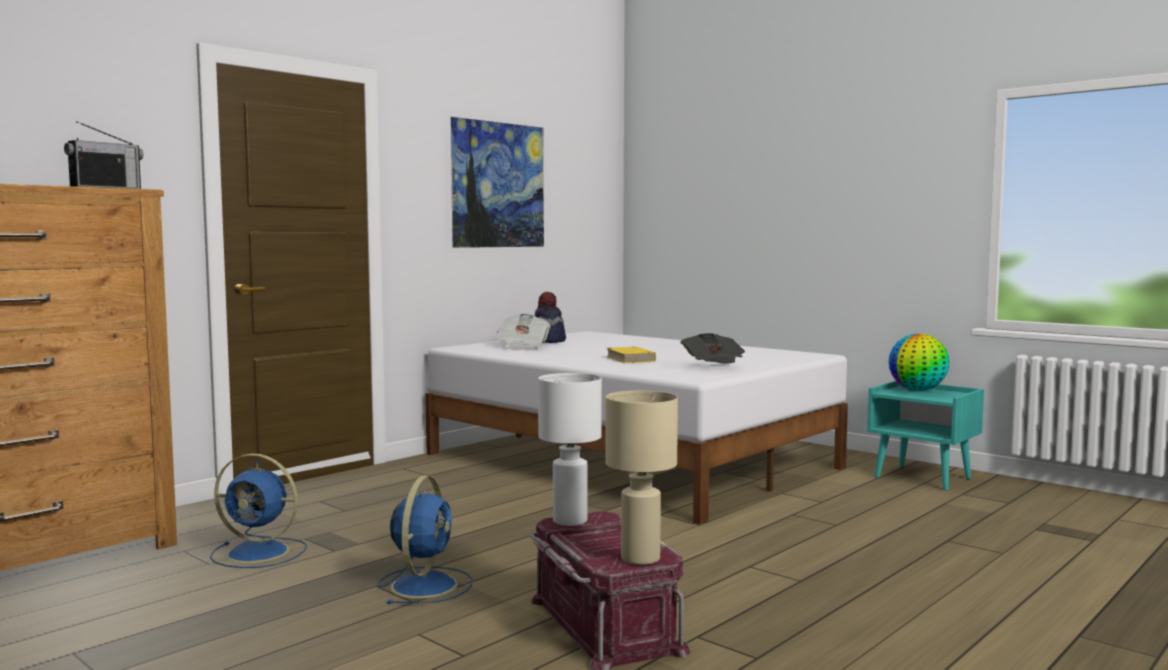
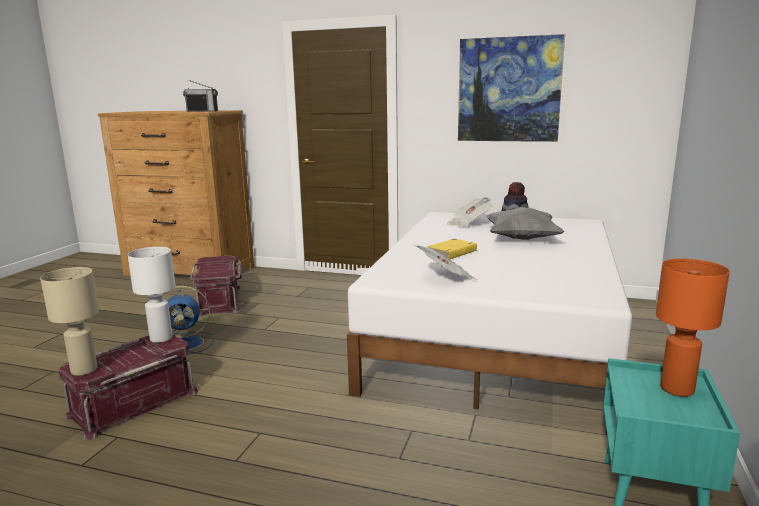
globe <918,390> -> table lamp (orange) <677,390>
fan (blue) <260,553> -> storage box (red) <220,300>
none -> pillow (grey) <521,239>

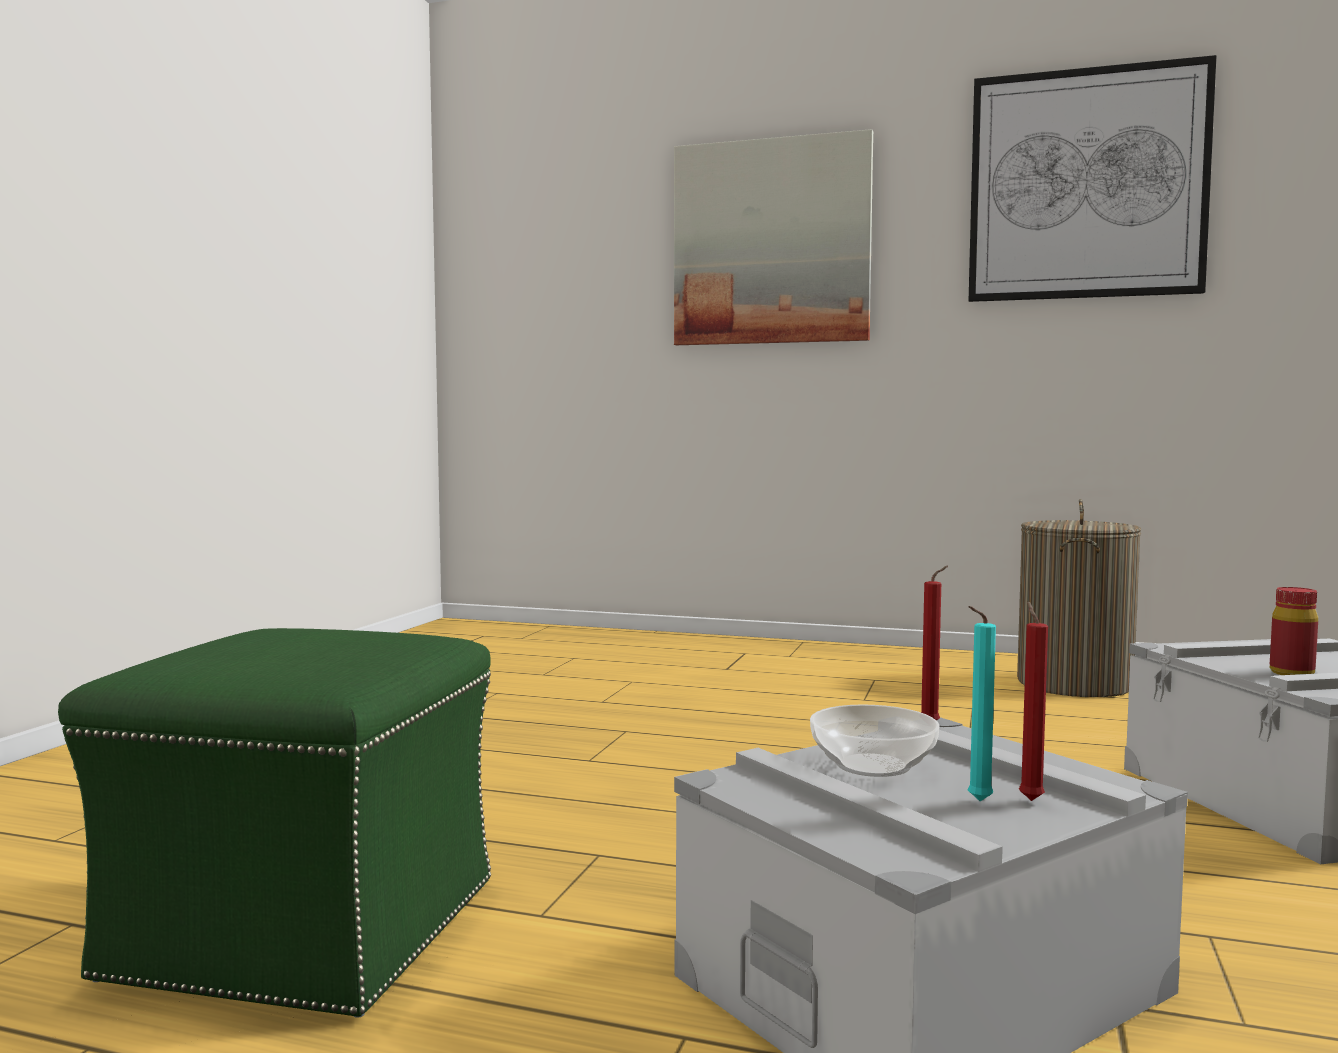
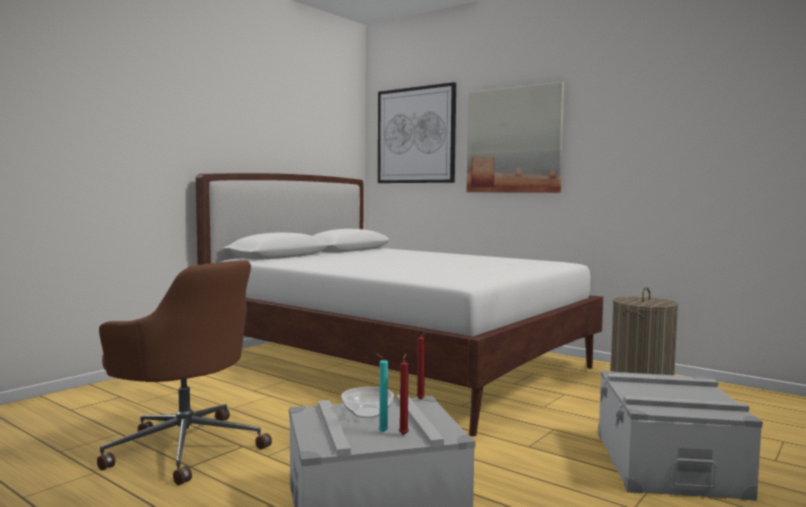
picture <1086,185> -> picture <416,135>, moved
bottle (red) <1291,673> -> none
ottoman (green) <304,930> -> office chair (brown) <185,447>
none -> bed (white) <398,364>

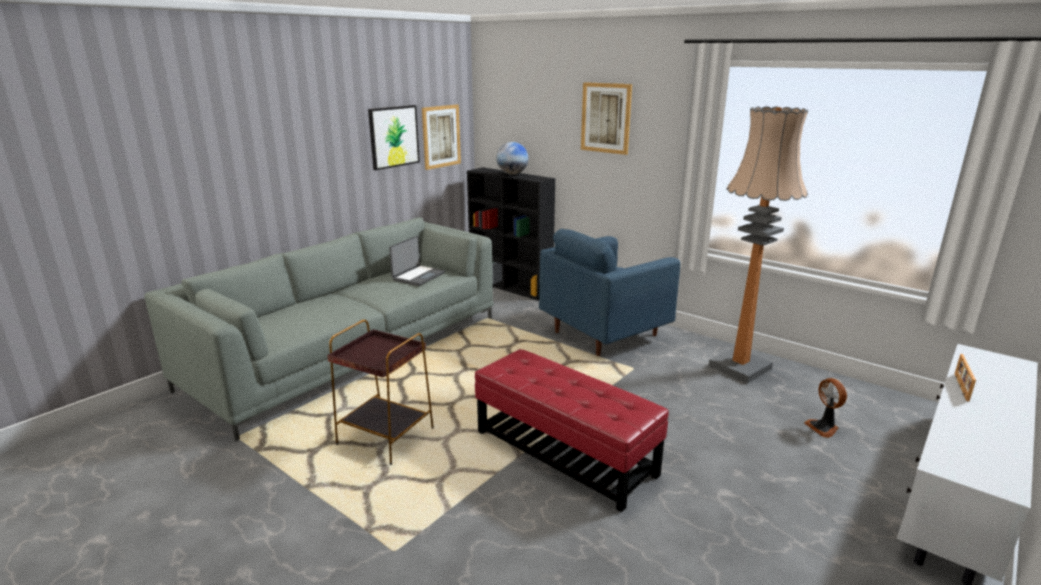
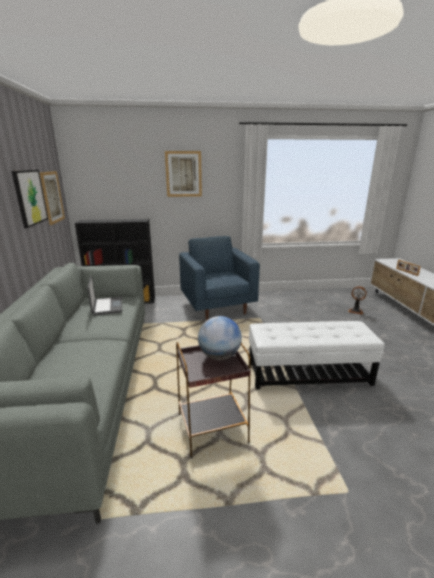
floor lamp <740,367> -> none
globe <512,174> -> globe <219,356>, moved
armchair (blue) <605,333> -> armchair (blue) <218,307>, 150 degrees clockwise
ottoman (red) <565,452> -> ottoman (white) <308,373>

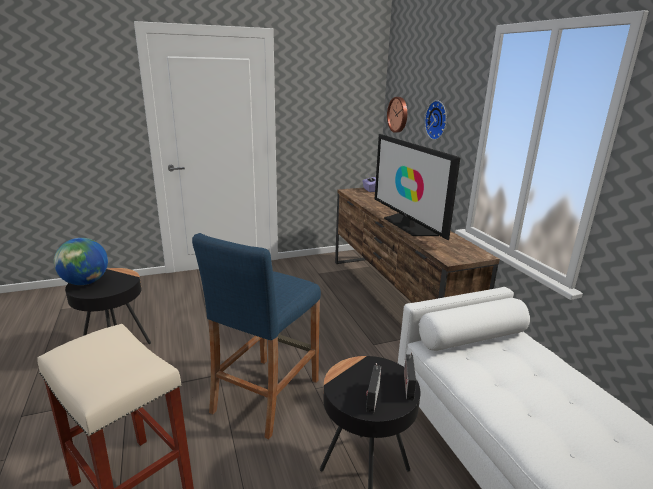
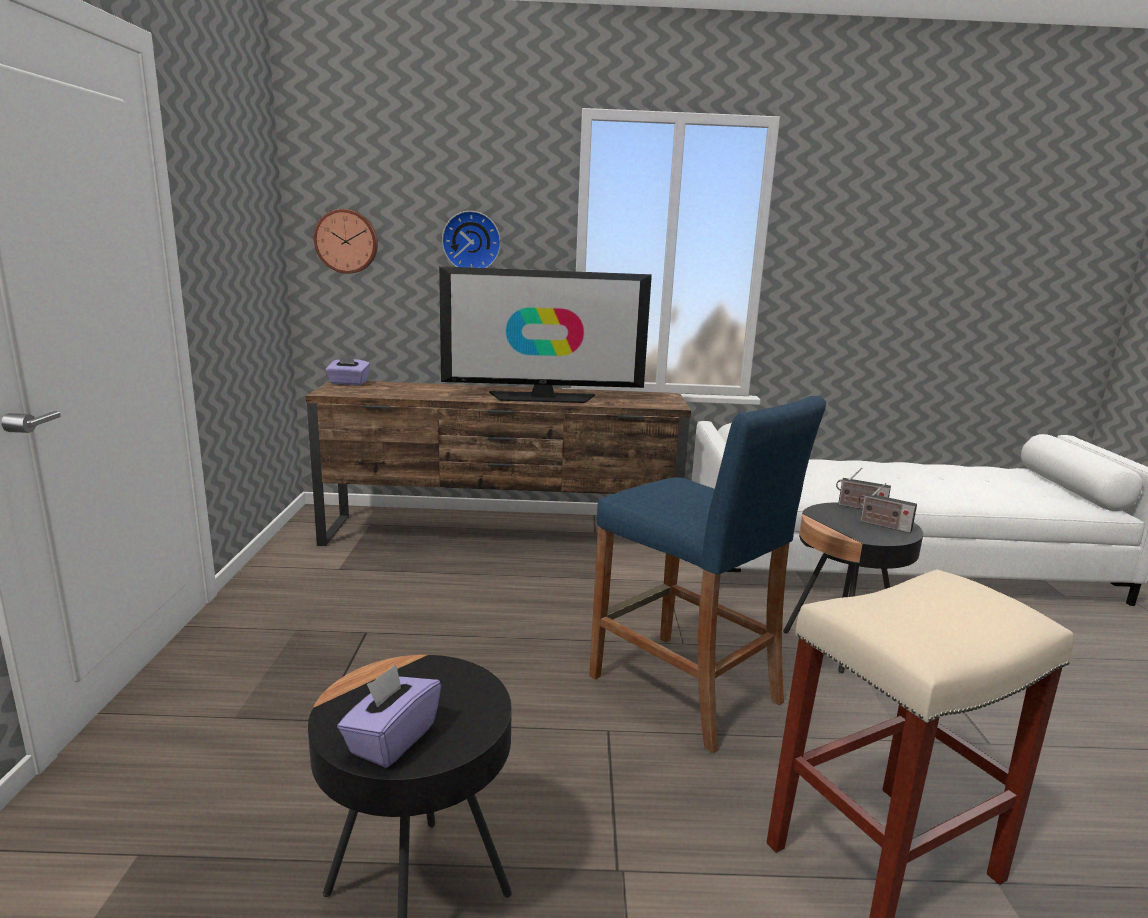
globe <85,282> -> tissue box (purple) <391,739>

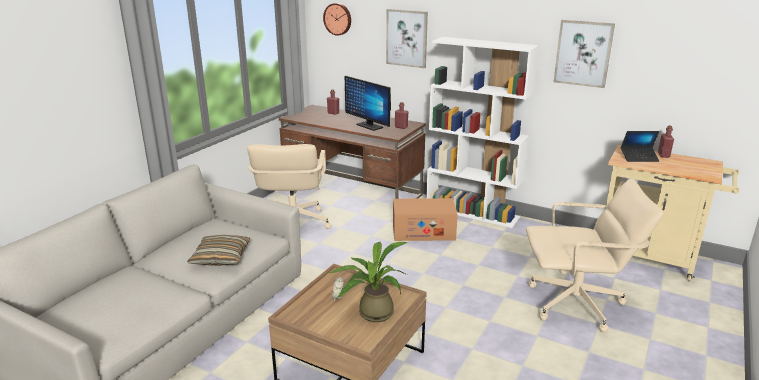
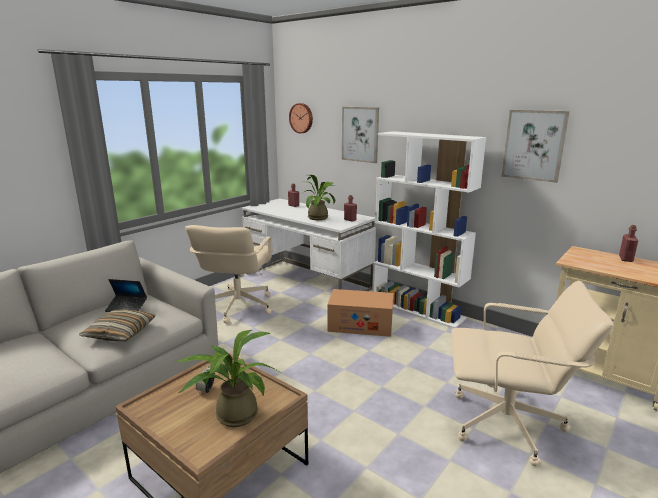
monitor <369,126> -> potted plant <320,217>
desk (brown) <353,192> -> desk (white) <307,281>
laptop <639,158> -> laptop <127,308>, moved

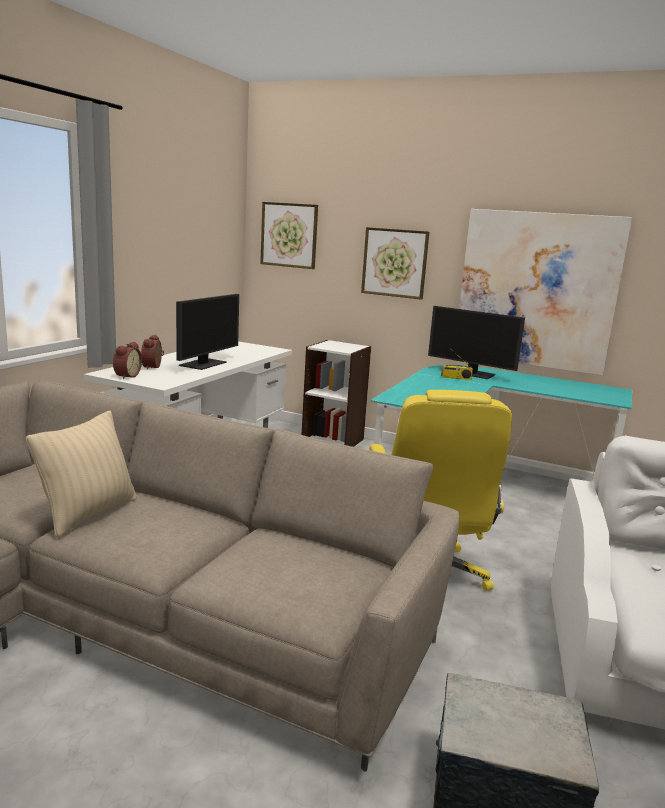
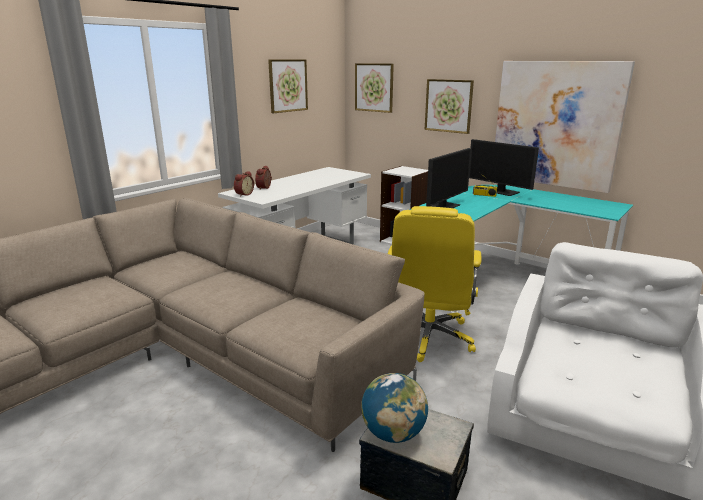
monitor <203,364> -> monitor <442,207>, moved
pillow (beige) <88,513> -> none
none -> picture <288,85>
none -> globe <393,433>

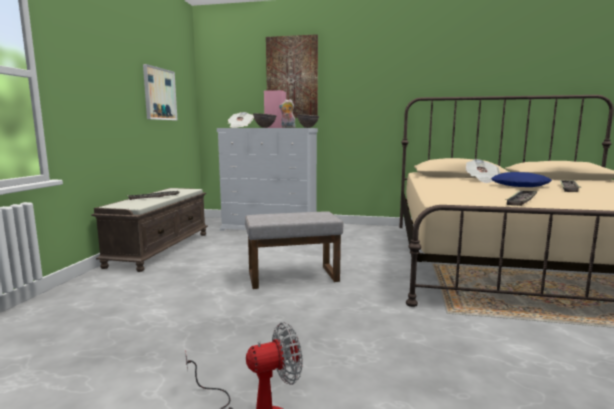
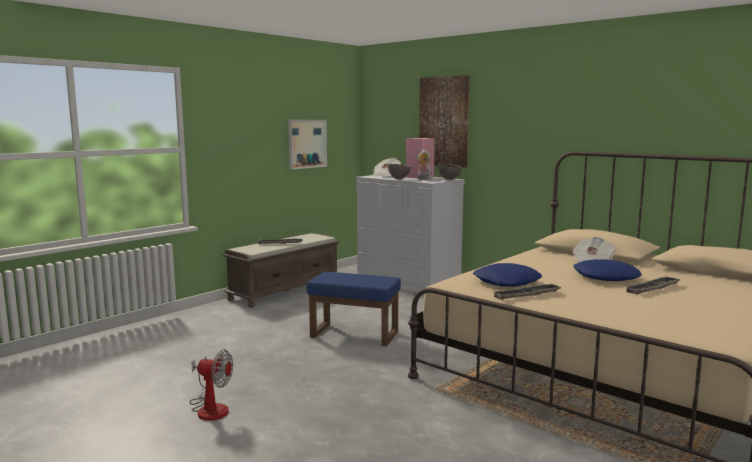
ottoman (grey) <294,276> -> ottoman (blue) <355,334>
none -> pillow (blue) <507,282>

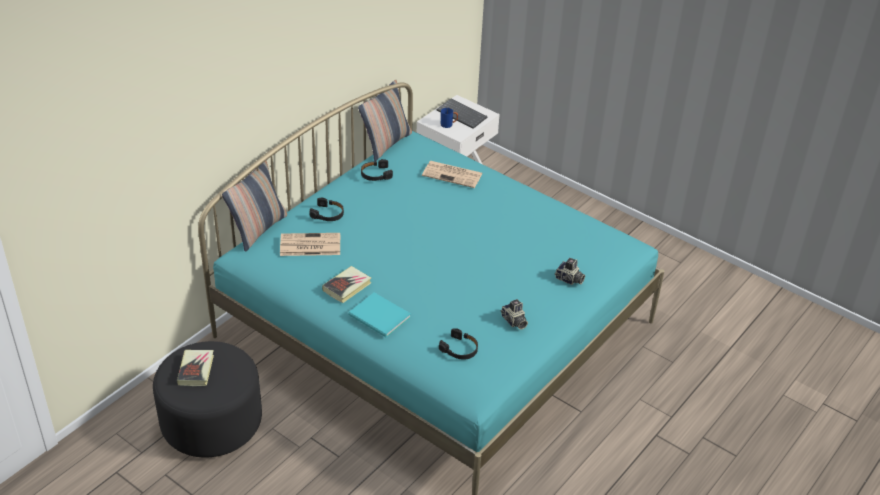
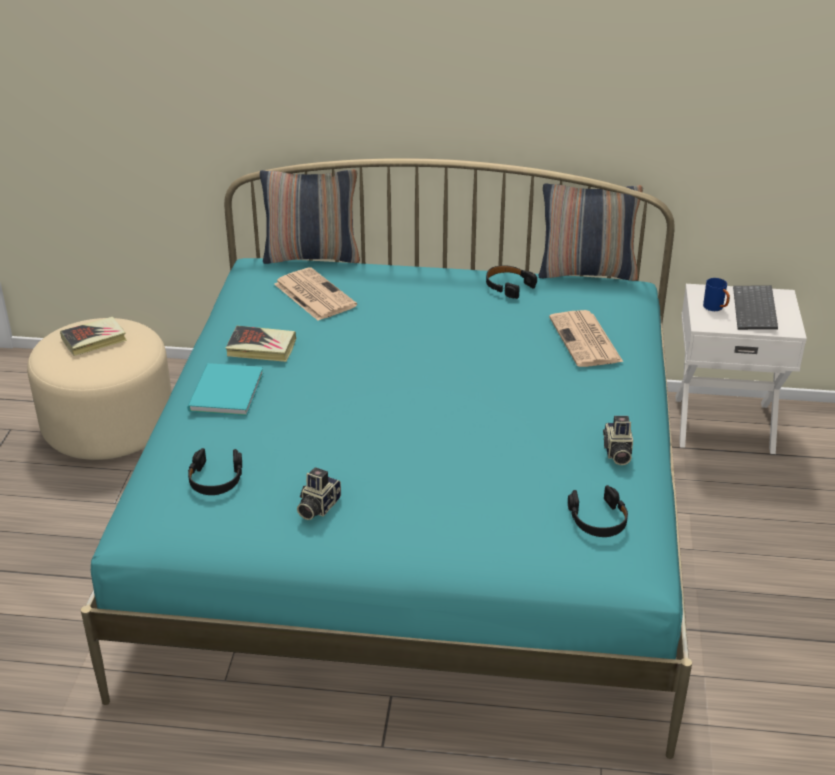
headphones (black) <328,214> -> headphones (black) <598,519>, moved
photo camera <569,280> -> photo camera <617,453>, moved
ottoman (black) <211,422> -> ottoman (beige) <109,424>

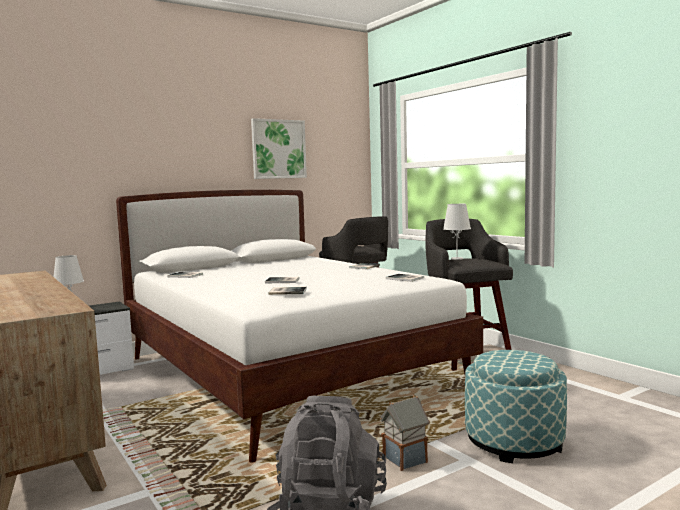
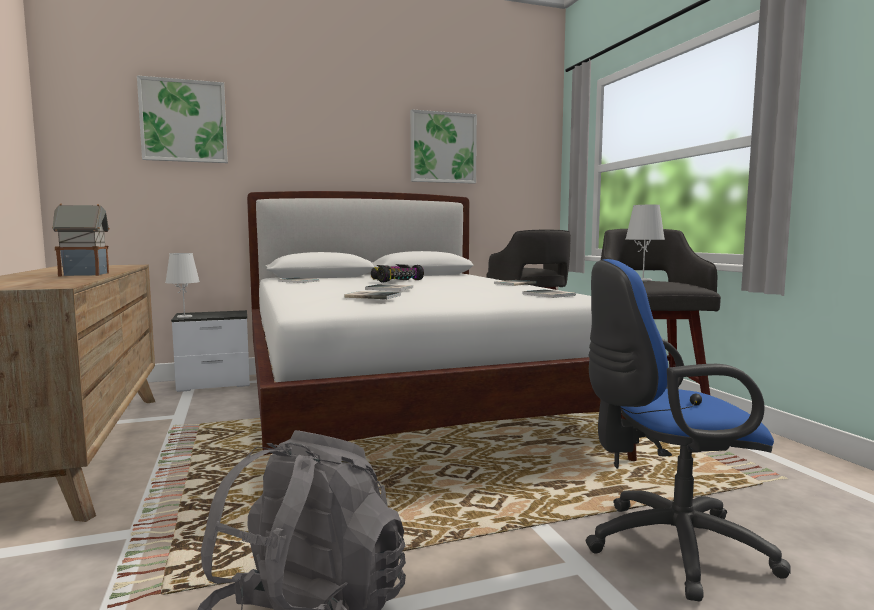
ottoman <514,442> -> office chair (blue) <667,547>
toy house <405,459> -> toy house <86,274>, moved
none -> picture <184,121>
none -> toy car <395,280>

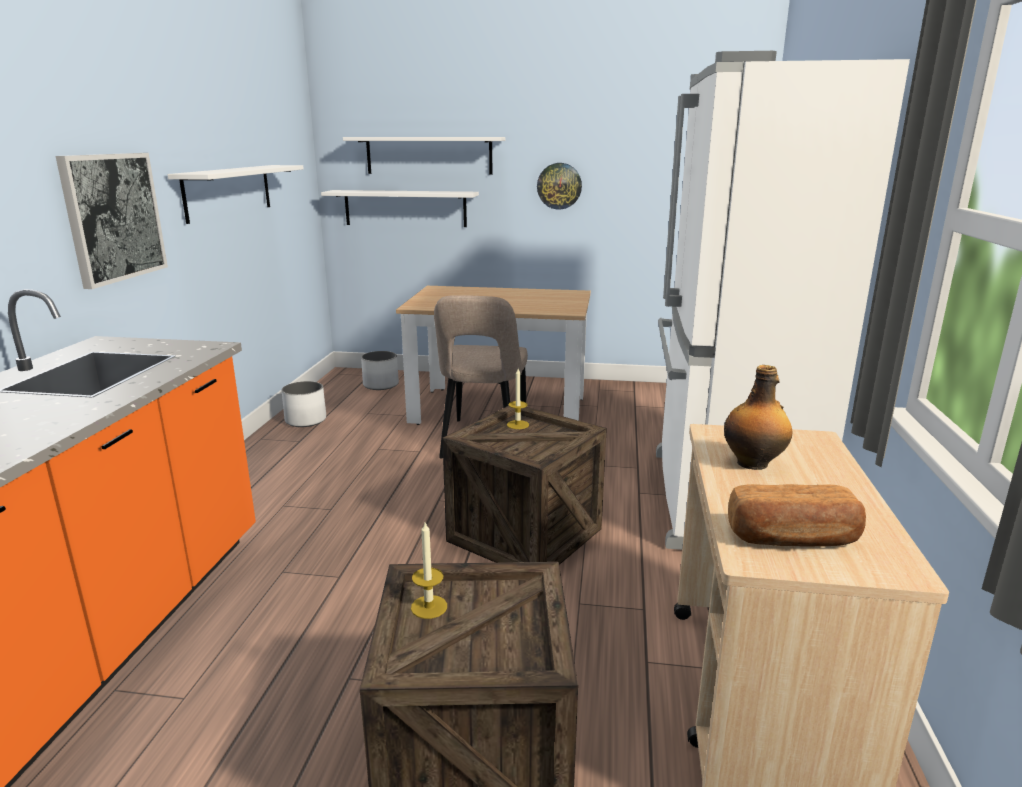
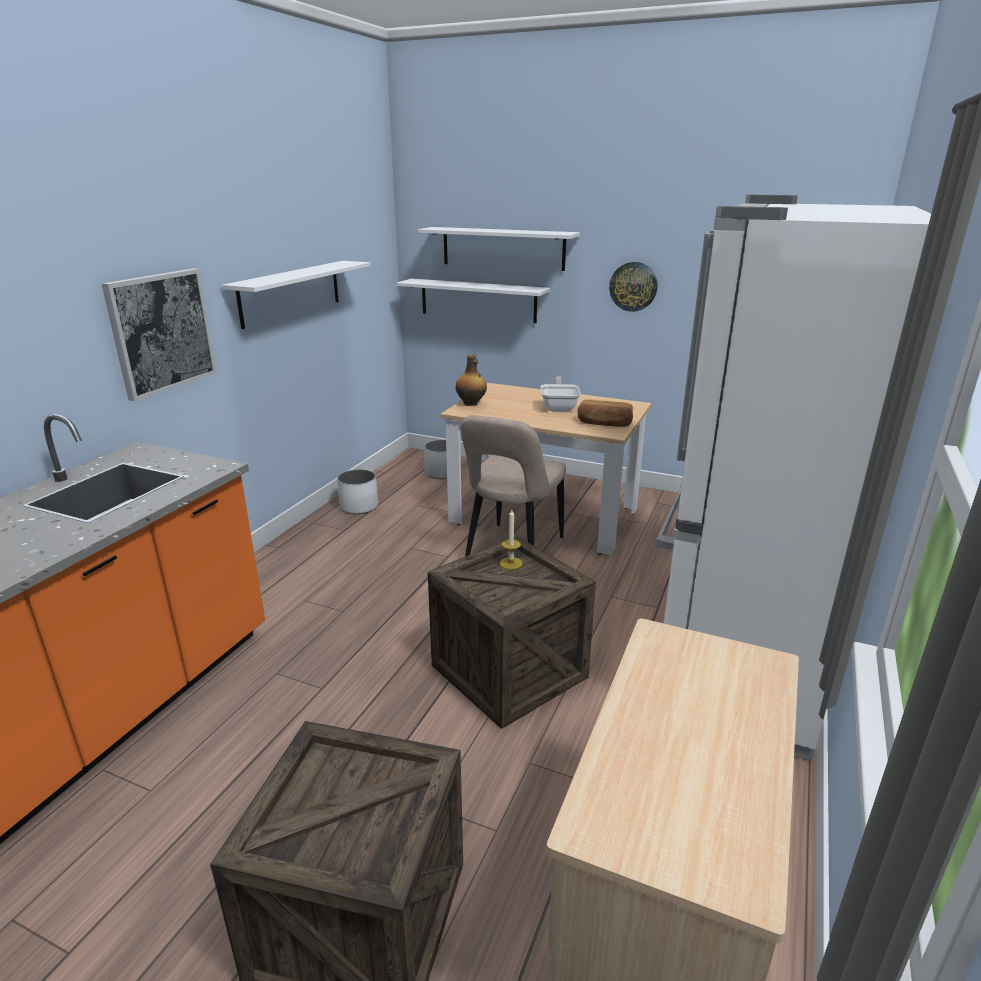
bottle <753,463> -> bottle <471,403>, moved
bread <792,538> -> bread <604,423>, moved
candle <429,607> -> none
none -> frying pan <559,407>

